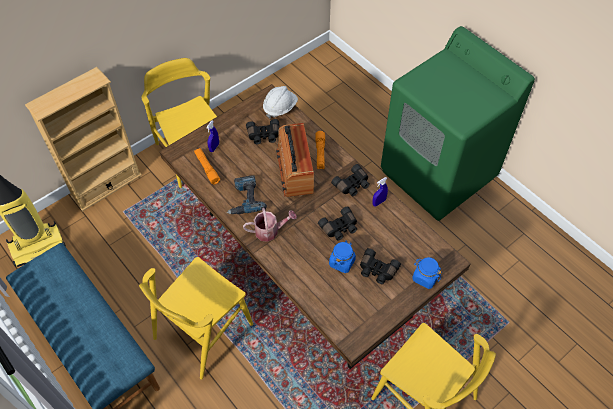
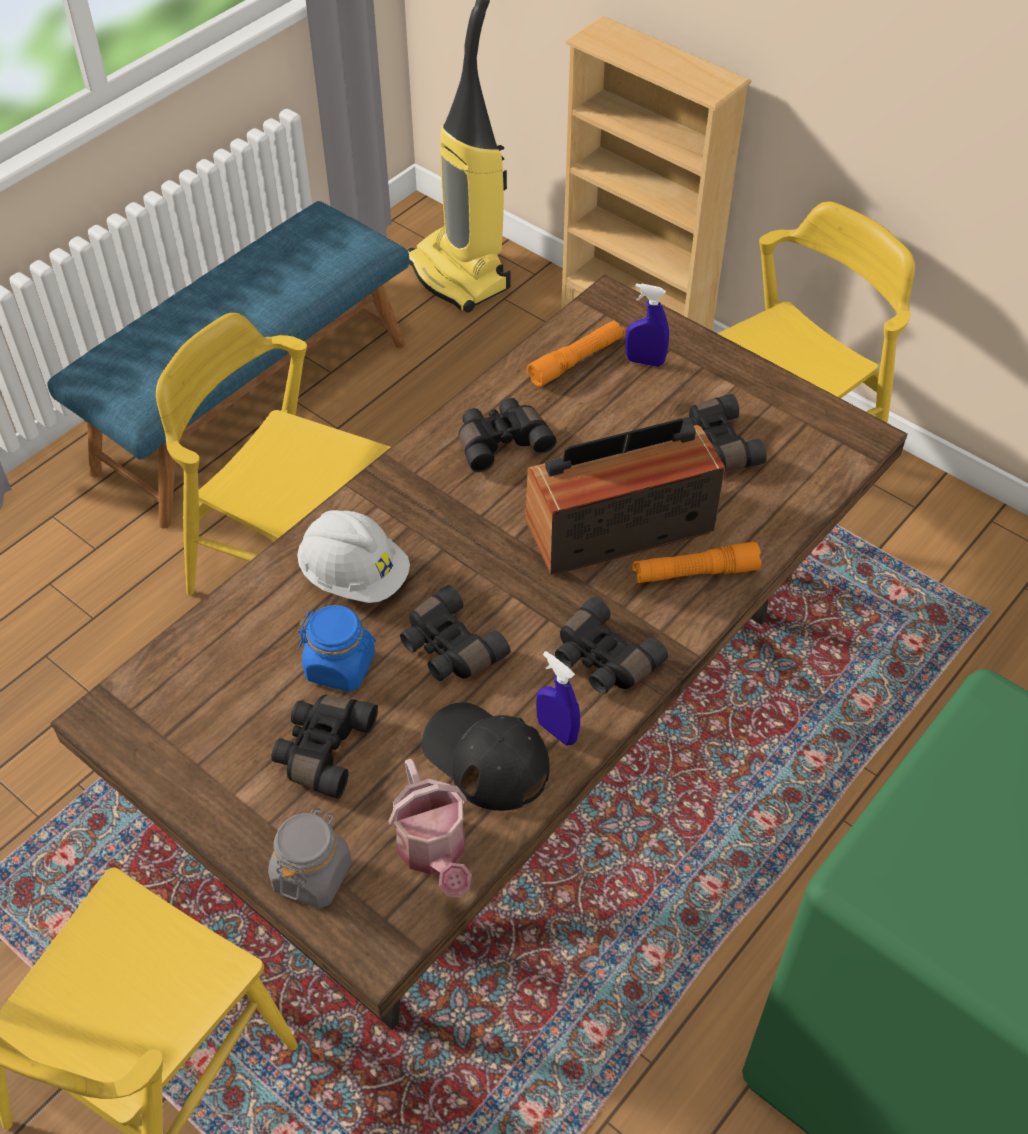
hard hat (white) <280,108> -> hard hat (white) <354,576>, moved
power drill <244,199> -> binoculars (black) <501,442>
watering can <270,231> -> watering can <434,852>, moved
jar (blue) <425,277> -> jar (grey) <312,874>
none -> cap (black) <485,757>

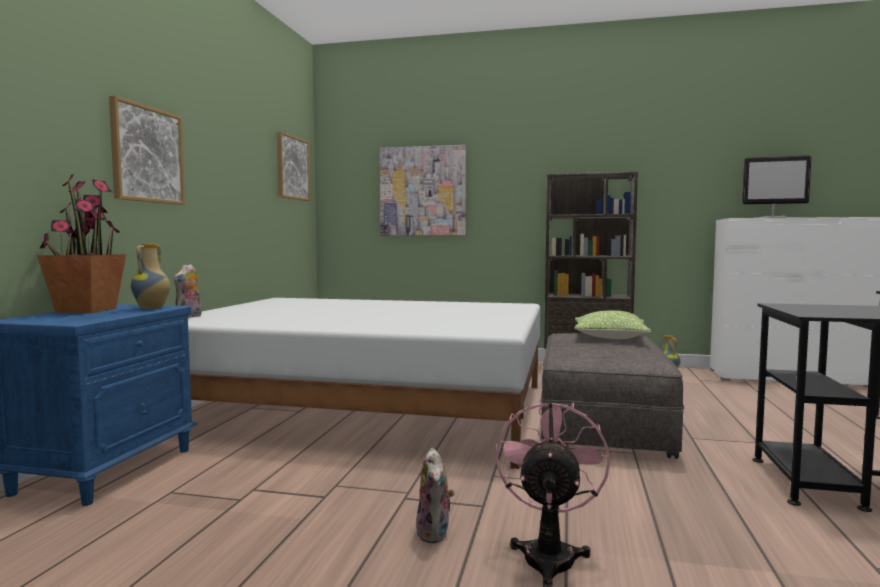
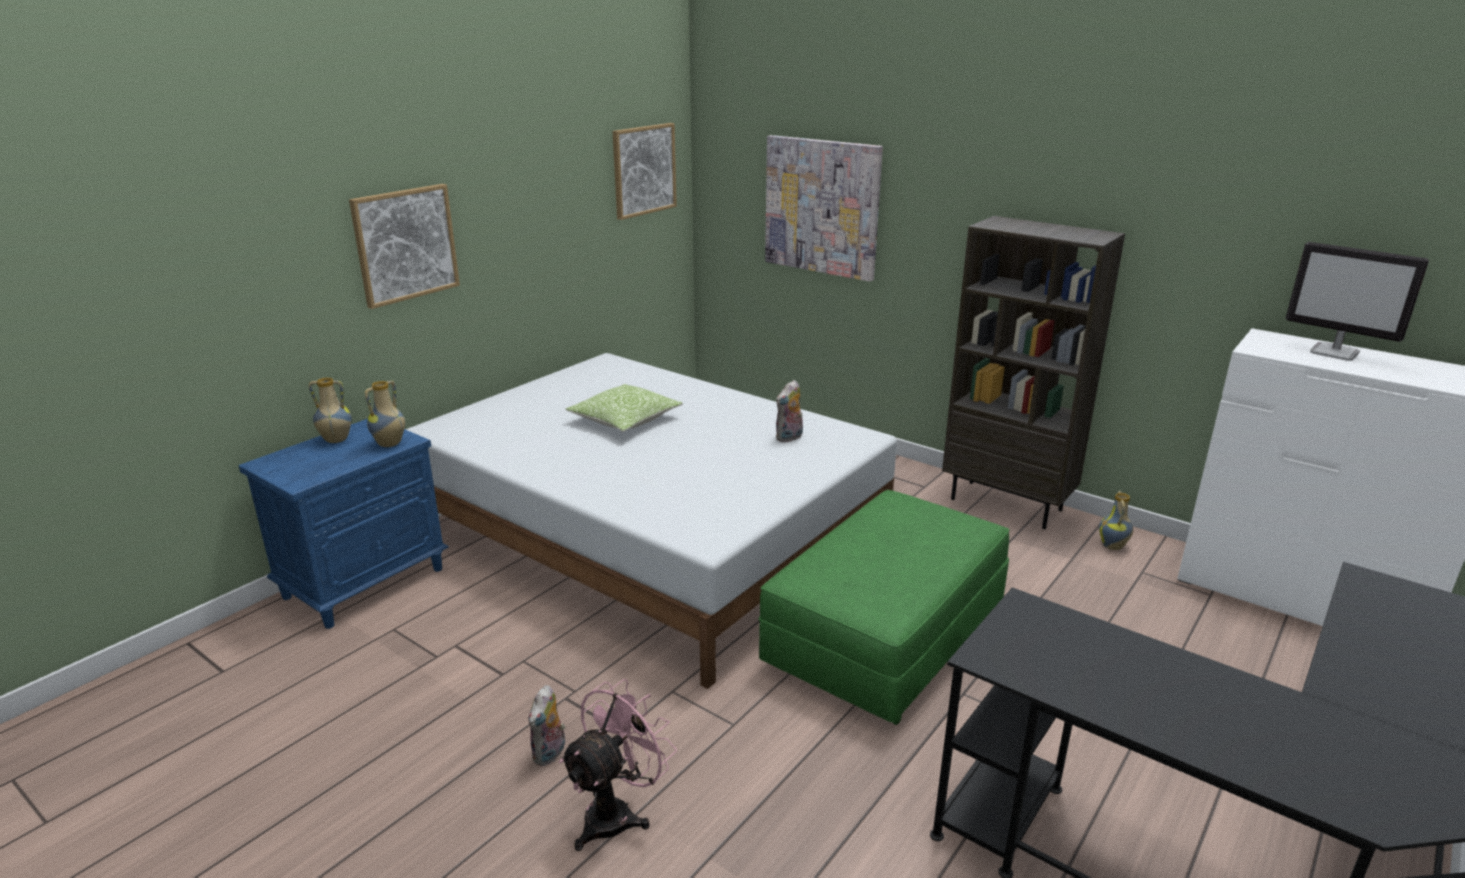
potted plant <86,310> -> vase <336,440>
plush toy <189,317> -> plush toy <789,438>, moved
pillow <610,337> -> pillow <625,420>, moved
ottoman (grey) <602,423> -> ottoman (green) <885,634>

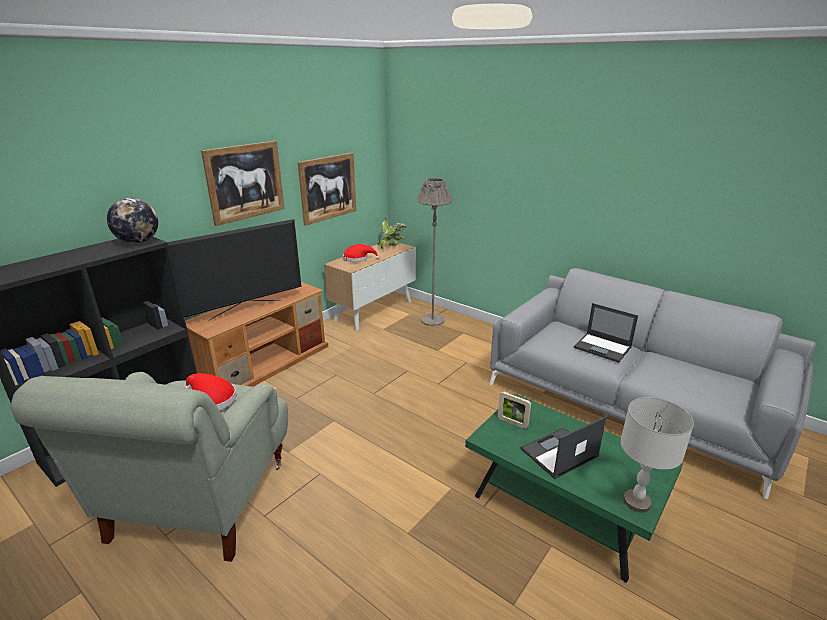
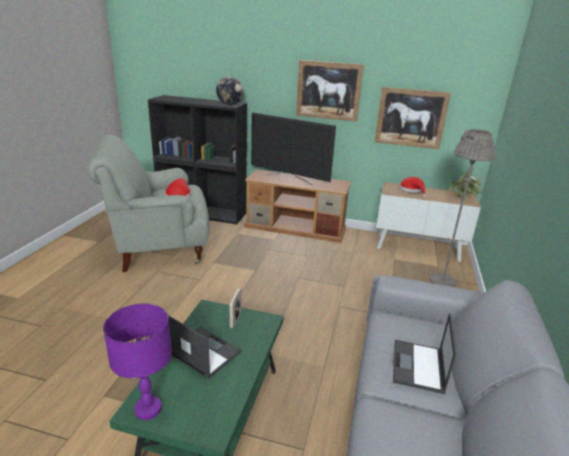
table lamp (grey) <637,502> -> table lamp (purple) <148,409>

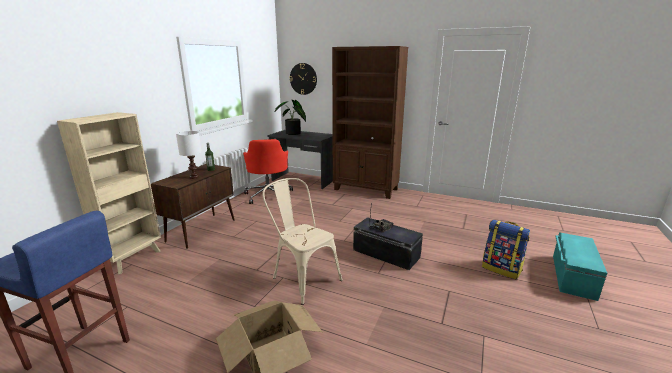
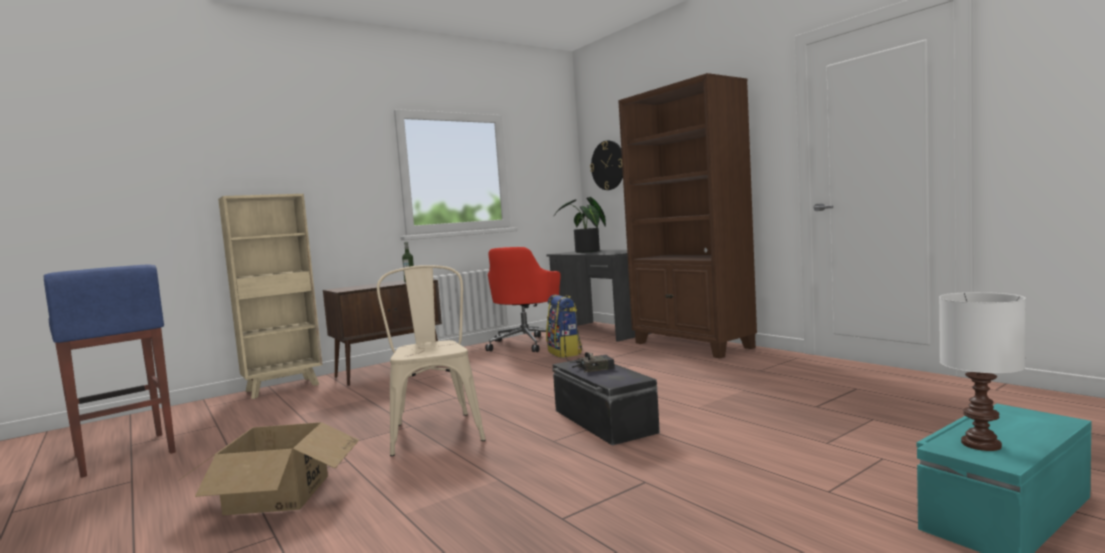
table lamp (white) <193,177> -> table lamp (white) <979,444>, moved
backpack <502,269> -> backpack <565,353>, moved

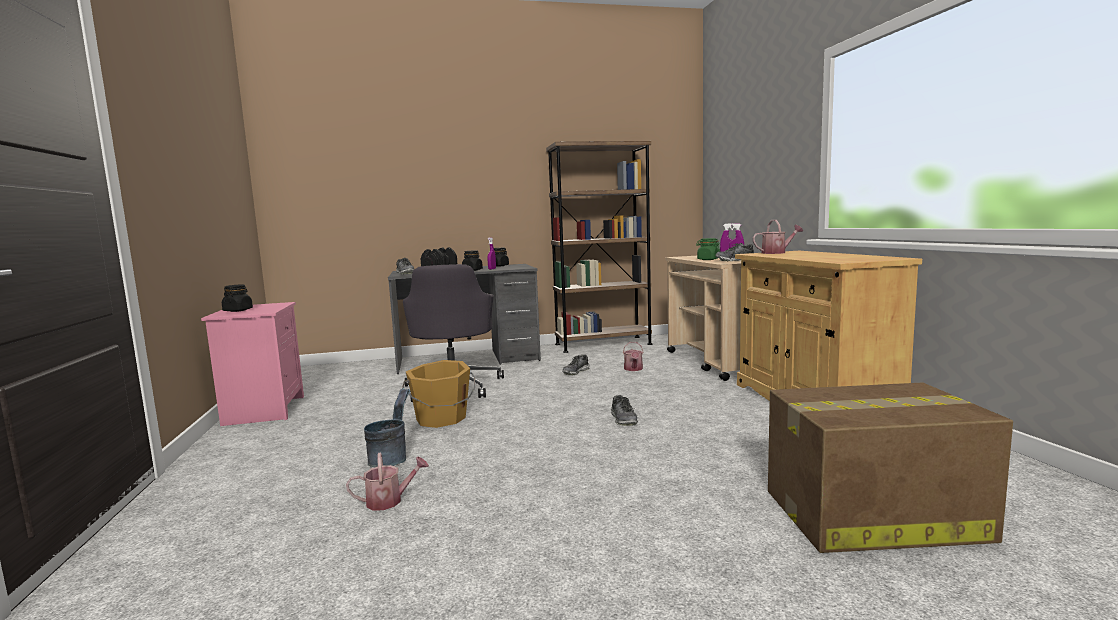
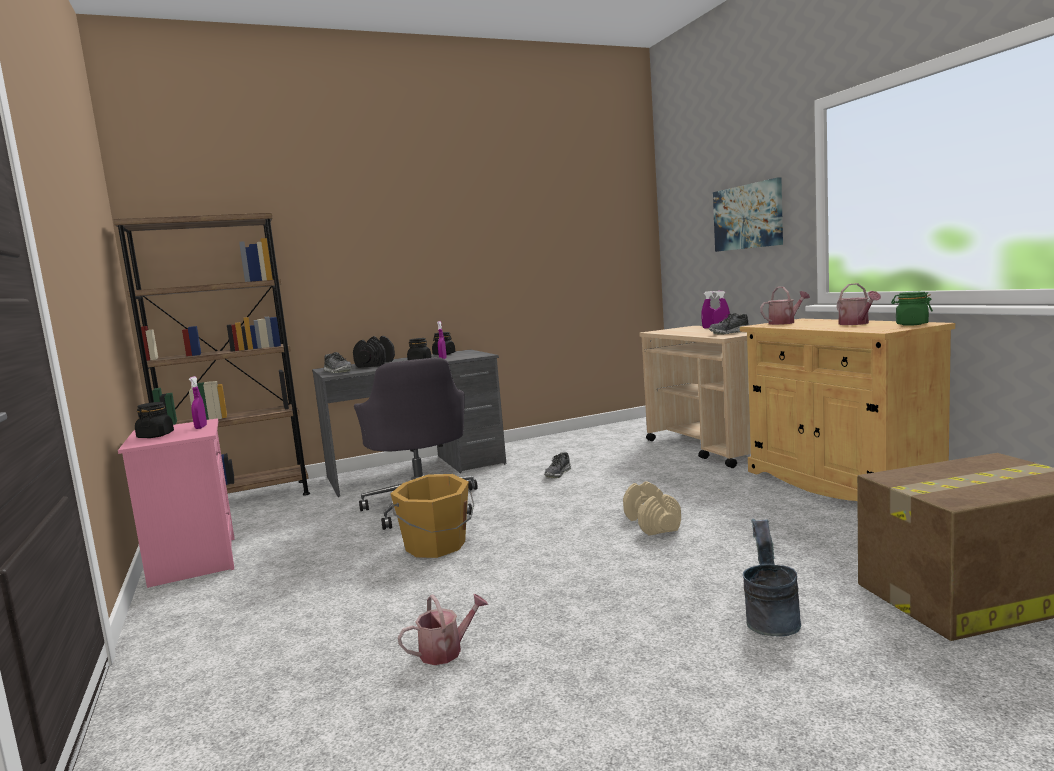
bookcase (brown) <603,344> -> bookcase (brown) <241,499>, moved
jar (green) <707,259> -> jar (green) <911,324>, moved
watering can <633,369> -> watering can <856,324>, moved
bucket (grey) <391,458> -> bucket (grey) <770,619>, moved
shoe <624,420> -> dumbbell (beige) <652,524>
none -> picture <748,217>
none -> spray bottle (purple) <201,427>

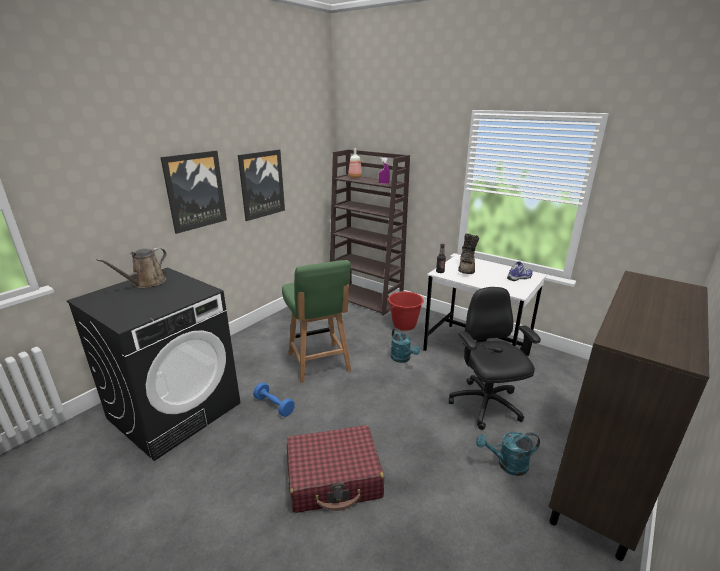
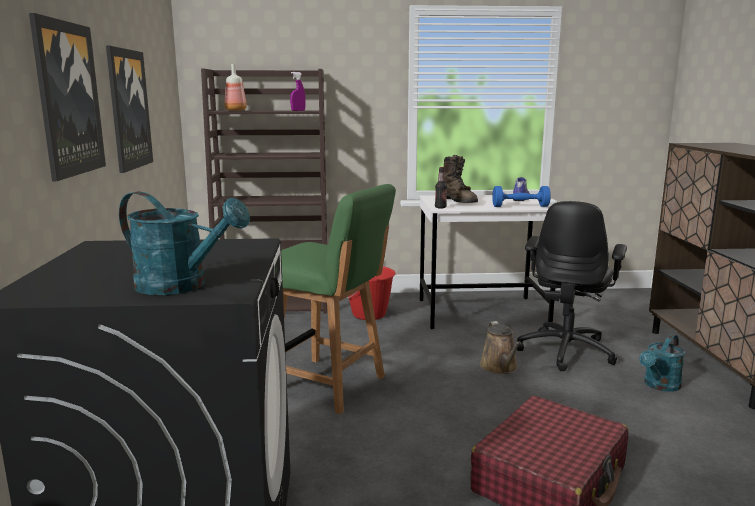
watering can (brown) <146,283> -> watering can (brown) <500,367>, moved
office chair (black) <486,405> -> office chair (black) <566,351>, 105 degrees counterclockwise
watering can (turquoise) <402,359> -> watering can (turquoise) <181,286>, moved
dumbbell (blue) <274,405> -> dumbbell (blue) <520,206>, moved

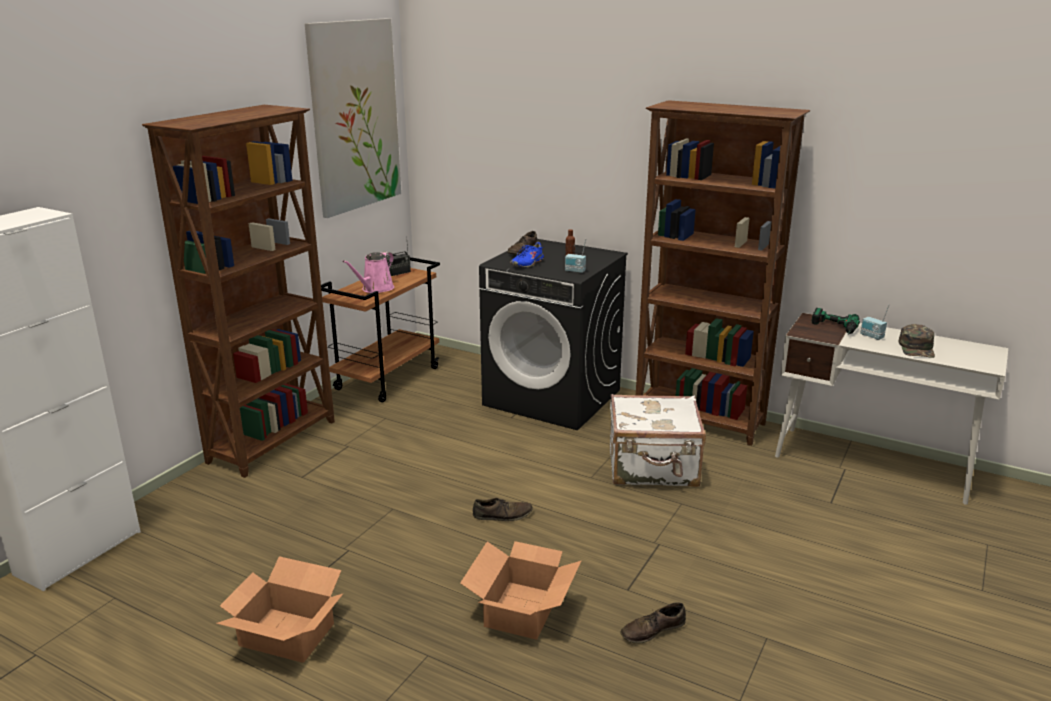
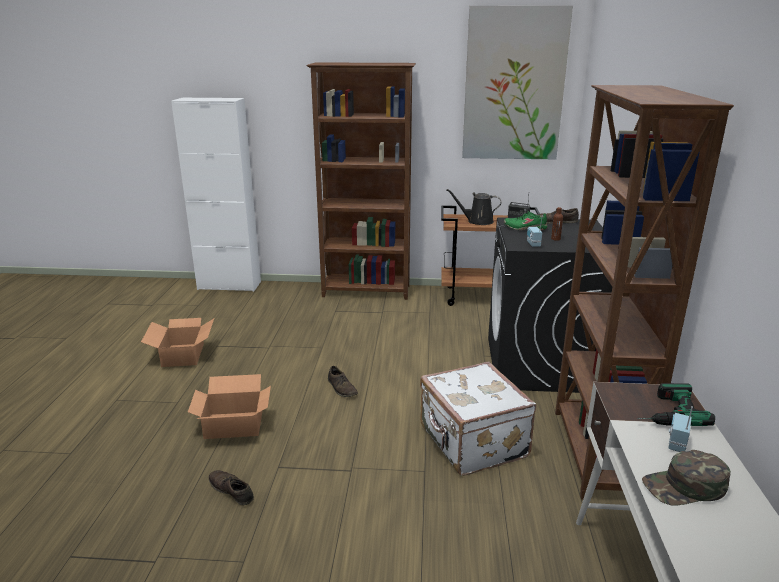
shoe (blue) <527,263> -> shoe (green) <525,228>
watering can (pink) <375,289> -> watering can (black) <477,221>

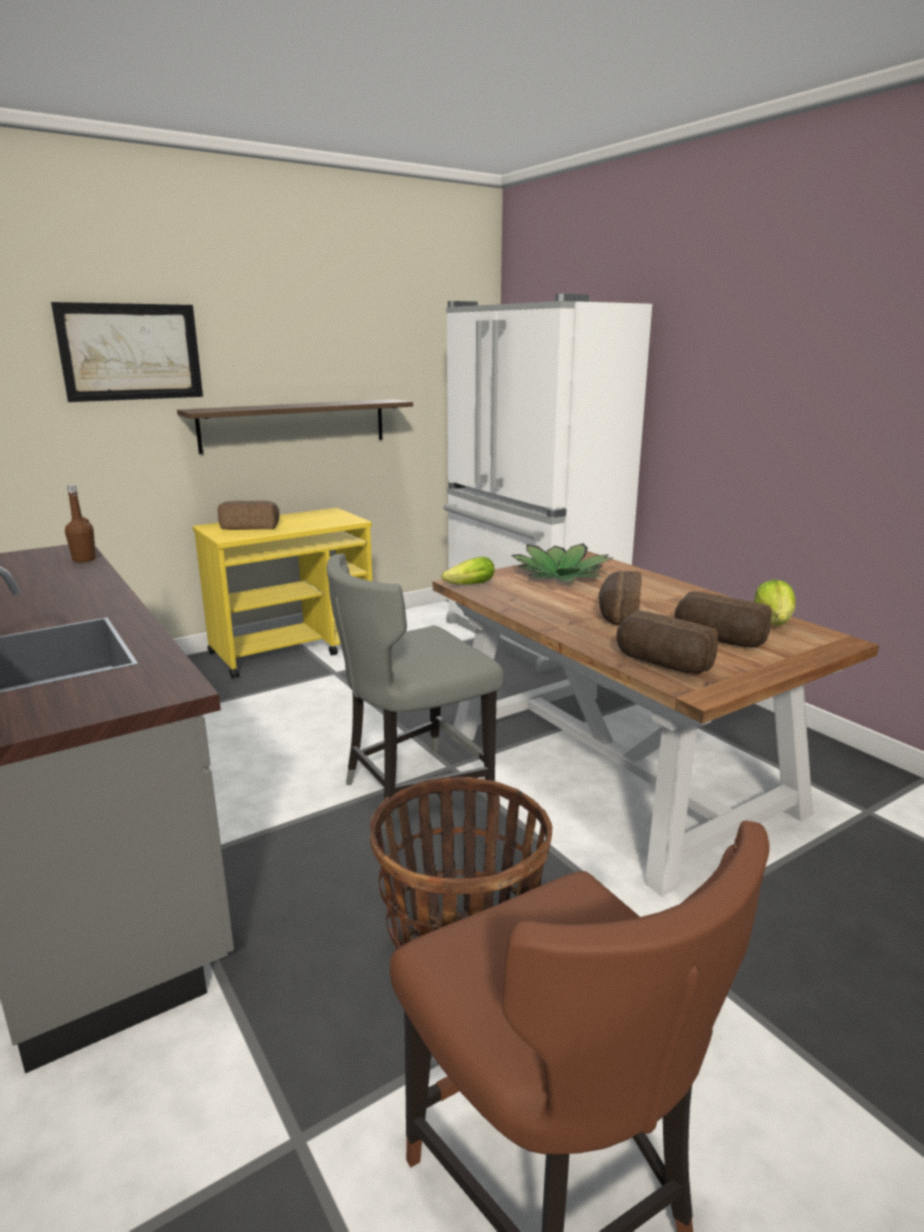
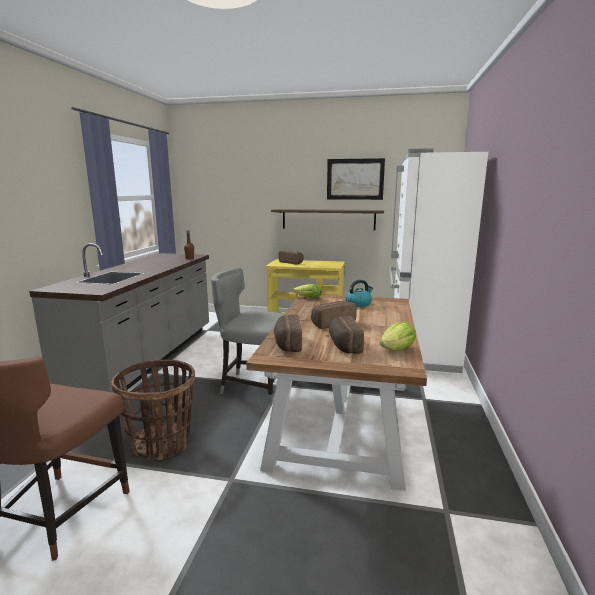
picture <131,352> -> picture <355,179>, moved
potted plant <560,575> -> kettle <358,304>

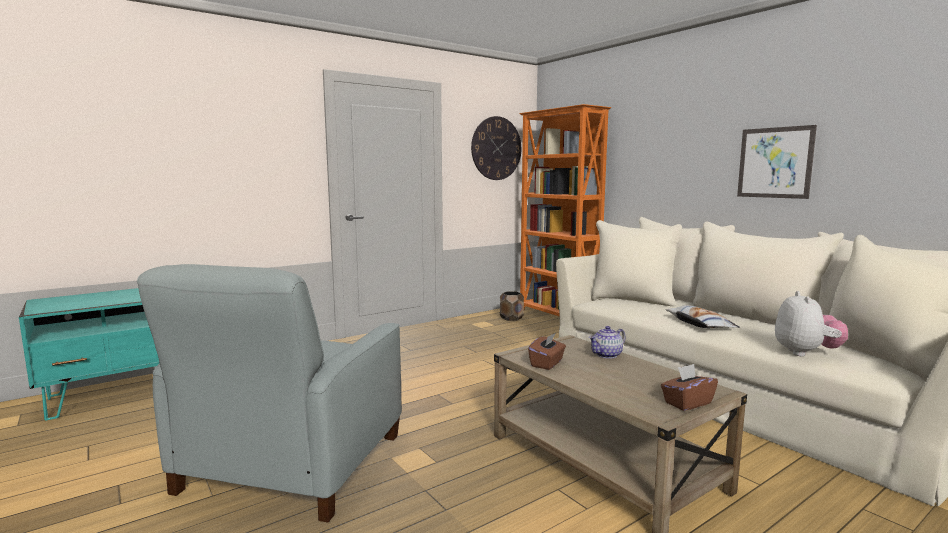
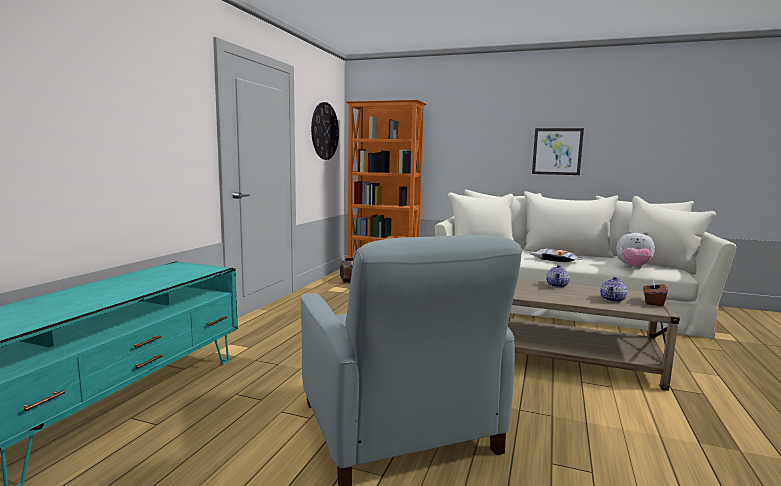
plush toy <805,353> -> plush toy <633,268>, 135 degrees clockwise
tissue box (brown) <547,363> -> none
none -> teapot <613,300>

